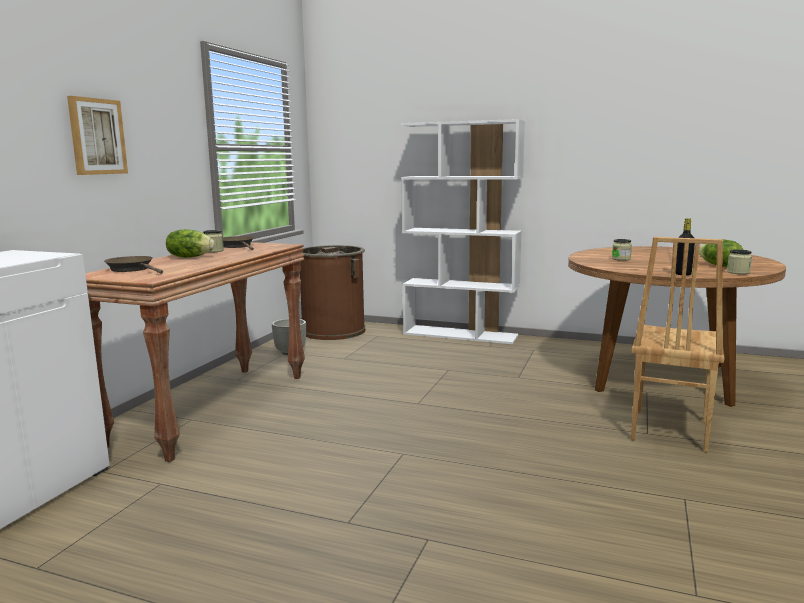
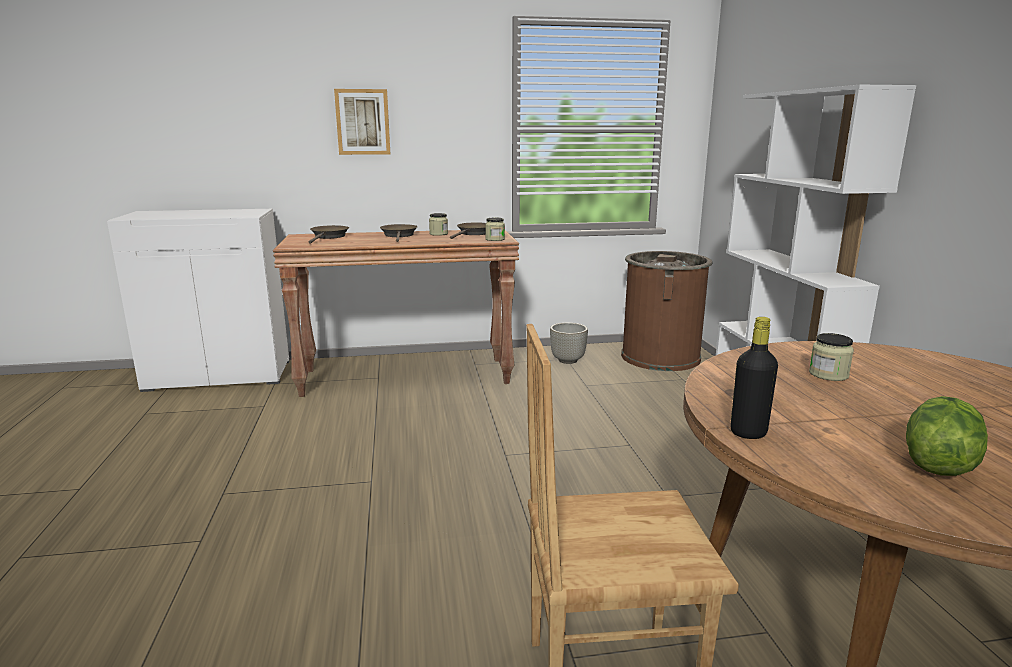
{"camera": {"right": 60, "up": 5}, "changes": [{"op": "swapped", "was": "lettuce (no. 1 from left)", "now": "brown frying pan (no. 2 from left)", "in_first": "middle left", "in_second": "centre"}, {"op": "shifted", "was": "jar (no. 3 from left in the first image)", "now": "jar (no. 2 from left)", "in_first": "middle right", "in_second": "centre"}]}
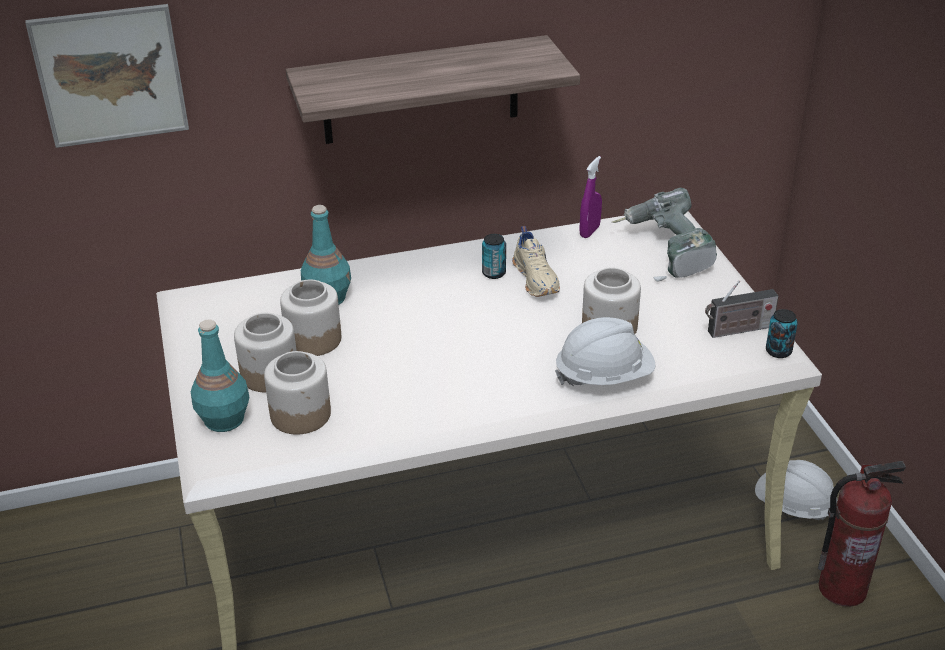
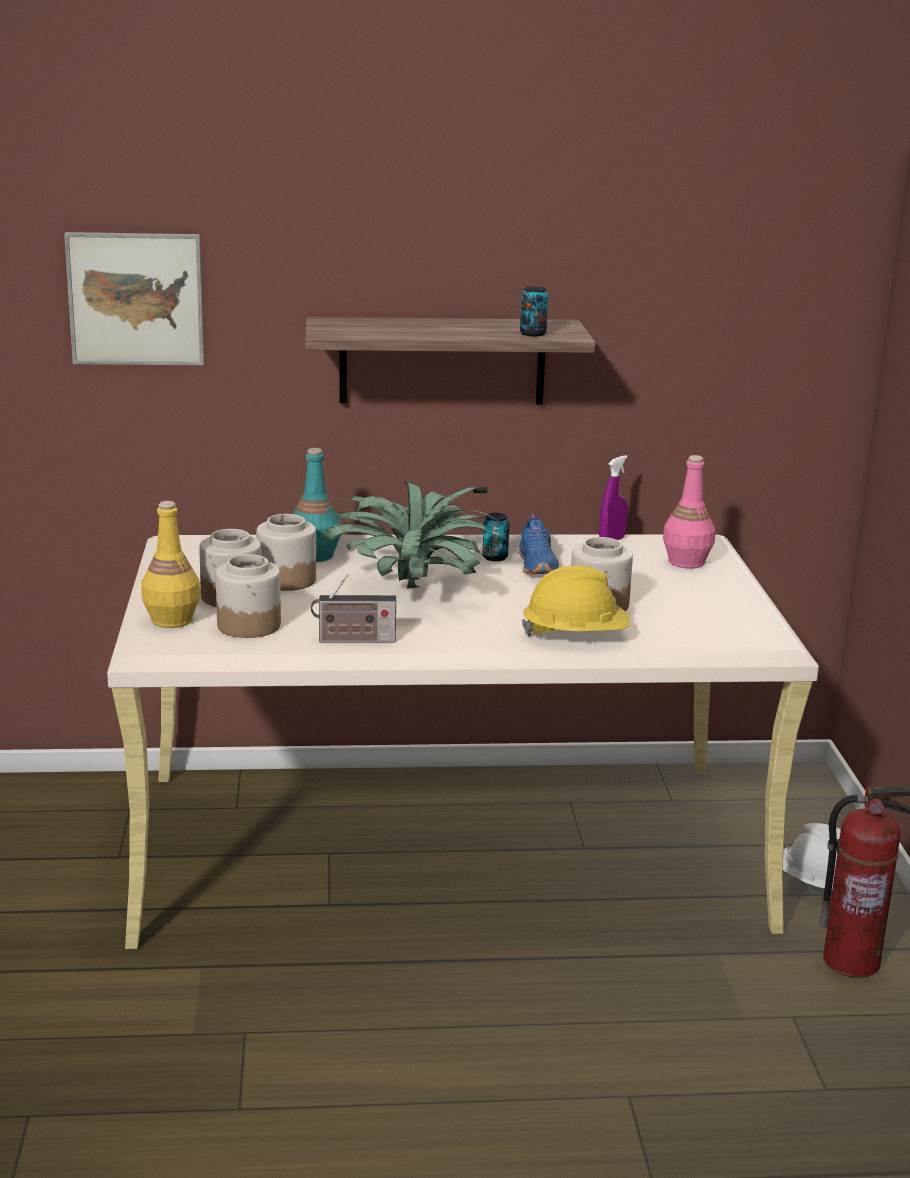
{"camera": {"right": 10, "up": -15}, "changes": [{"op": "repainted", "was": "turquoise bottle (no. 1 from left)", "now": "yellow bottle", "in_first": "middle left", "in_second": "middle left"}, {"op": "shifted", "was": "radio", "in_first": "middle right", "in_second": "centre"}, {"op": "new", "now": "potted plant", "in_second": "centre"}, {"op": "repainted", "was": "beige shoe", "now": "blue shoe", "in_first": "centre", "in_second": "centre"}, {"op": "shifted", "was": "can (no. 2 from left)", "in_first": "middle right", "in_second": "top centre"}, {"op": "repainted", "was": "white hard hat (no. 1 from left)", "now": "yellow hard hat", "in_first": "centre", "in_second": "centre"}, {"op": "swapped", "was": "power drill", "now": "pink bottle", "in_first": "middle right", "in_second": "middle right"}]}
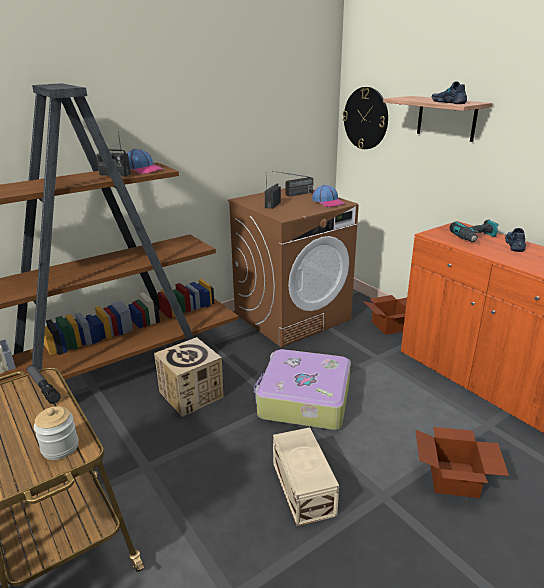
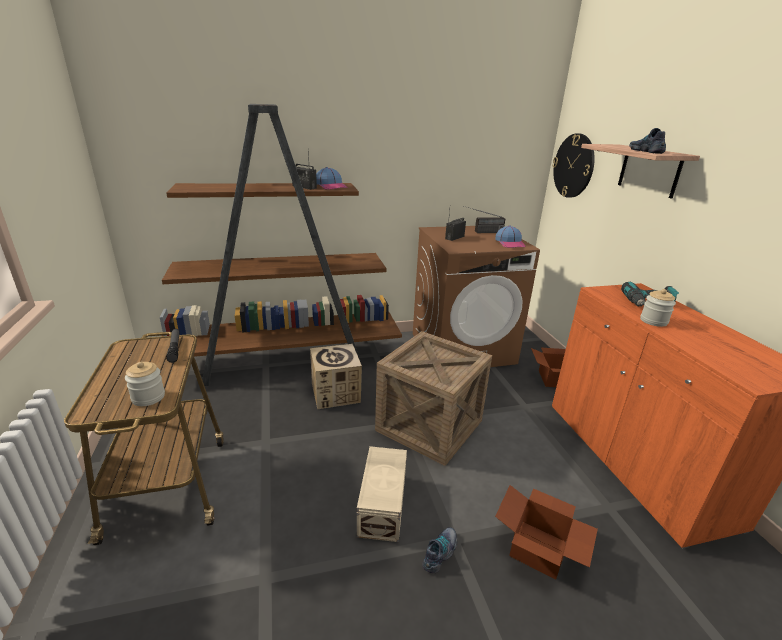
{"camera": {"right": 20, "up": 0}, "changes": [{"op": "swapped", "was": "suitcase", "now": "crate", "in_first": "centre", "in_second": "centre"}, {"op": "shifted", "was": "shoe (no. 2 from left in the first image)", "now": "shoe (no. 1 from left)", "in_first": "middle right", "in_second": "bottom centre"}, {"op": "new", "now": "jar (no. 2 from left)", "in_second": "middle right"}]}
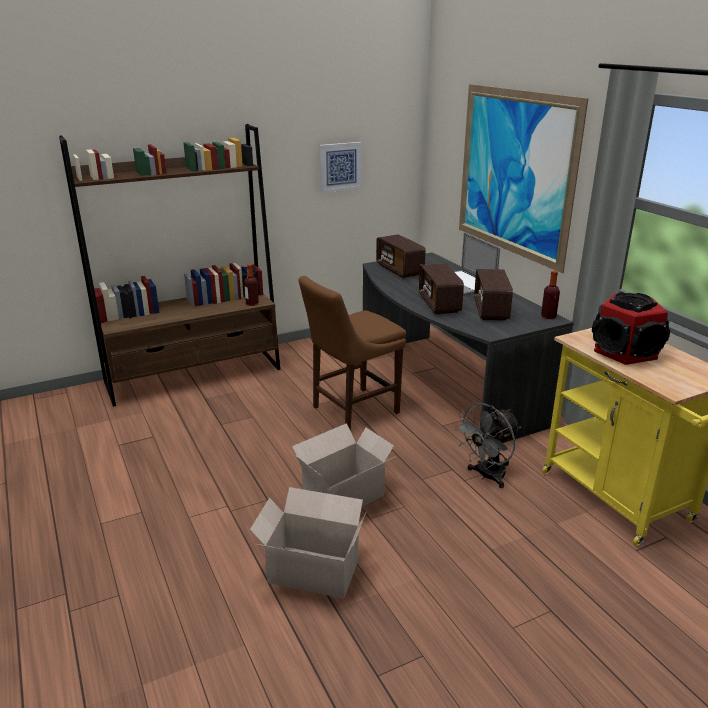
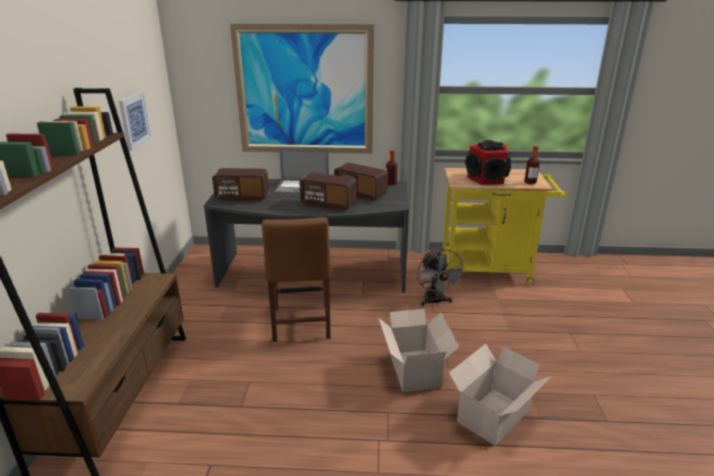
{"camera": {"right": -60, "up": 0}, "changes": [{"op": "shifted", "was": "bottle (no. 1 from left in the first image)", "now": "bottle (no. 2 from left)", "in_first": "centre", "in_second": "middle right"}]}
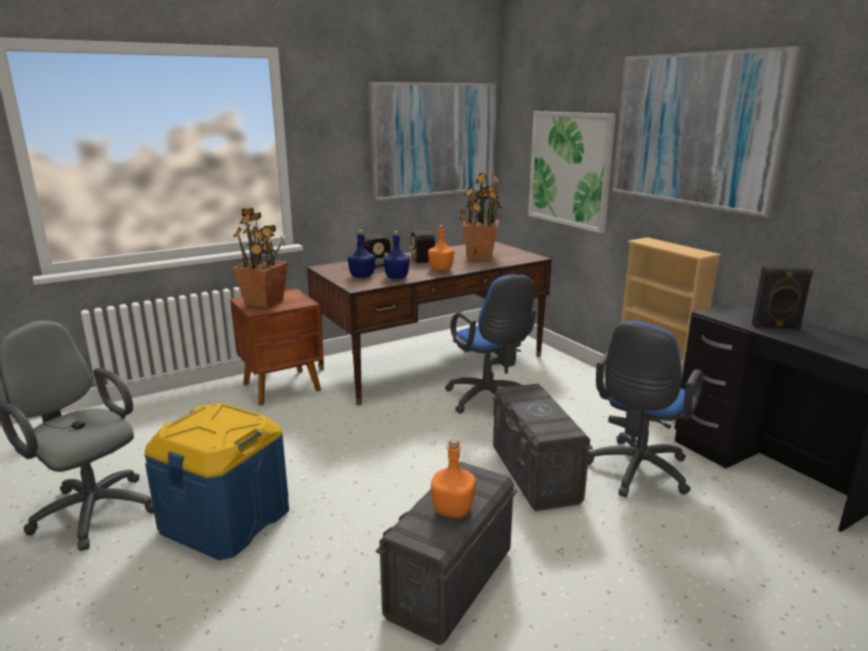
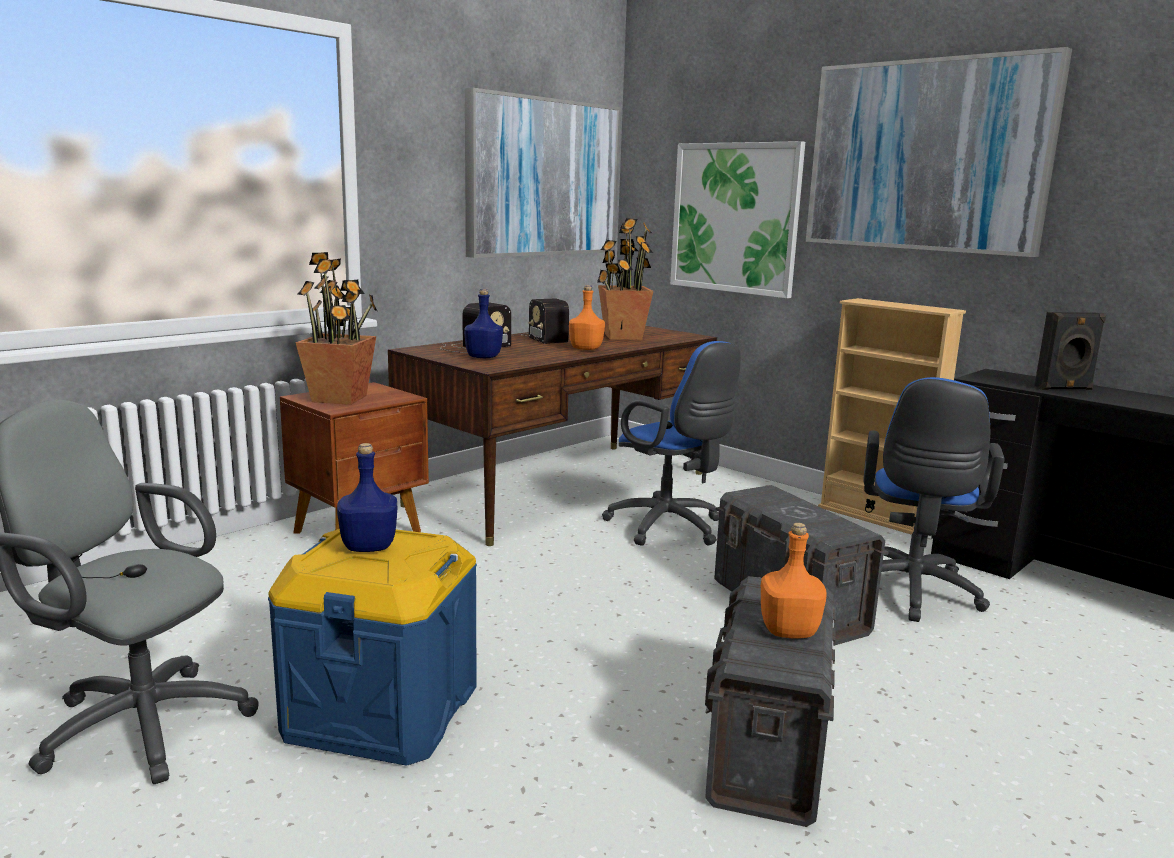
{"camera": {"right": -15, "up": -5}, "changes": [{"op": "shifted", "was": "blue bottle (no. 2 from left in the first image)", "now": "blue bottle (no. 1 from left)", "in_first": "centre", "in_second": "middle left"}]}
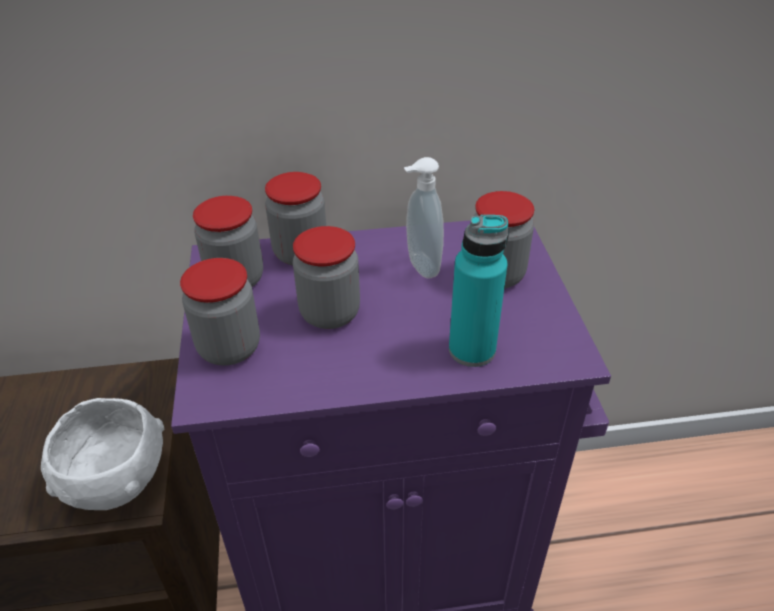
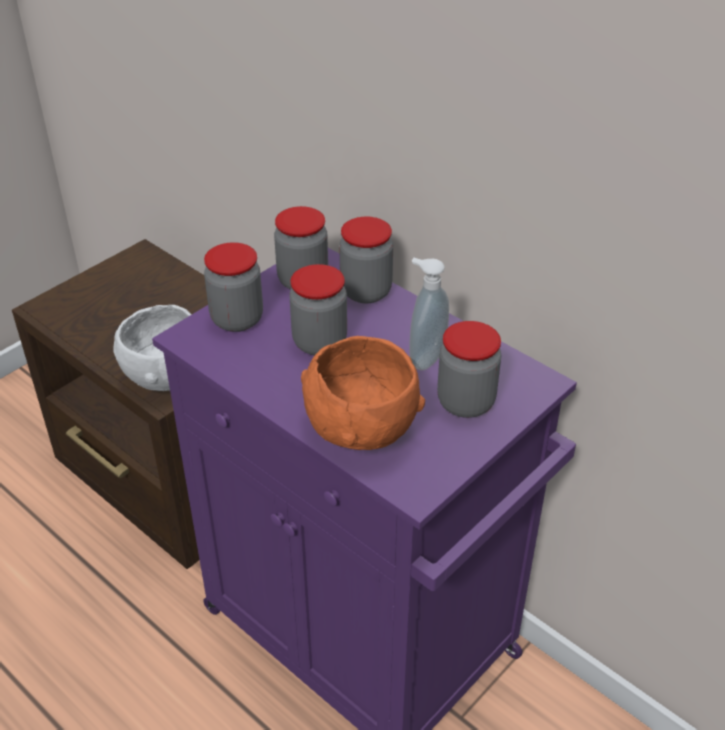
{"camera": {"right": 50, "up": 0}, "changes": [{"op": "swapped", "was": "turquoise bottle", "now": "orange bowl", "in_first": "centre", "in_second": "centre"}]}
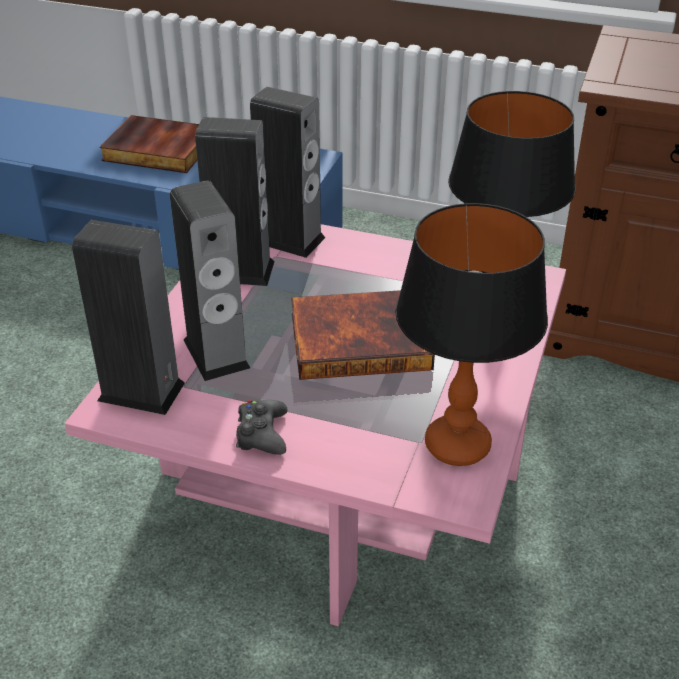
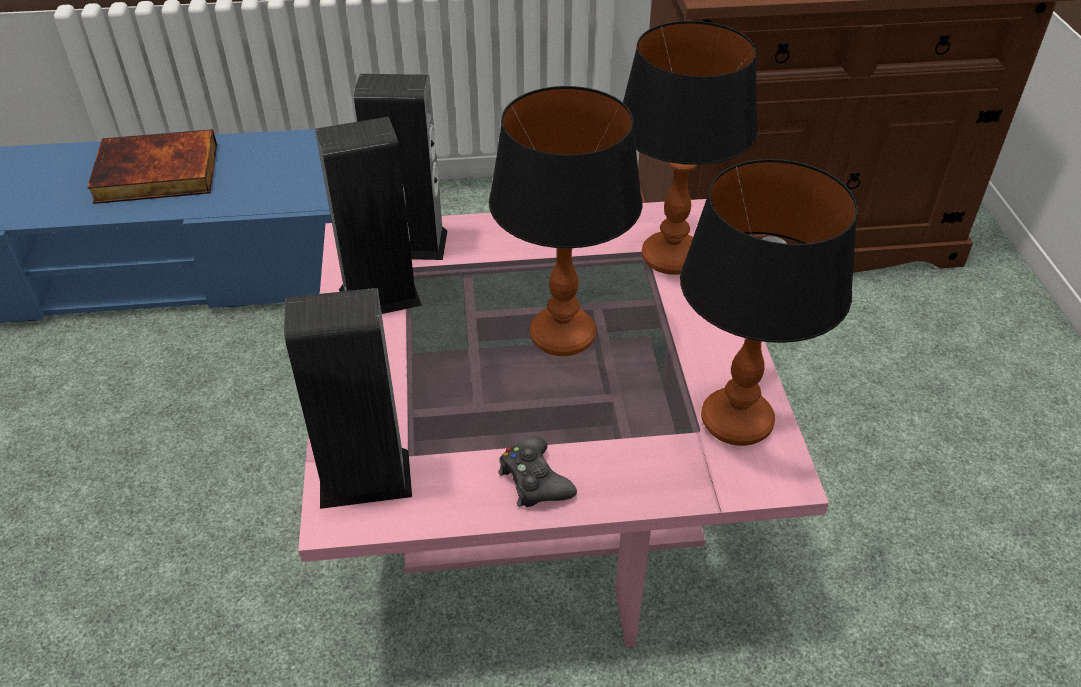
{"camera": {"right": -25, "up": 5}, "changes": [{"op": "swapped", "was": "book (no. 2 from left)", "now": "table lamp (no. 1 from left)", "in_first": "centre", "in_second": "top centre"}, {"op": "gone", "was": "speaker (no. 2 from left)", "in_first": "middle left"}]}
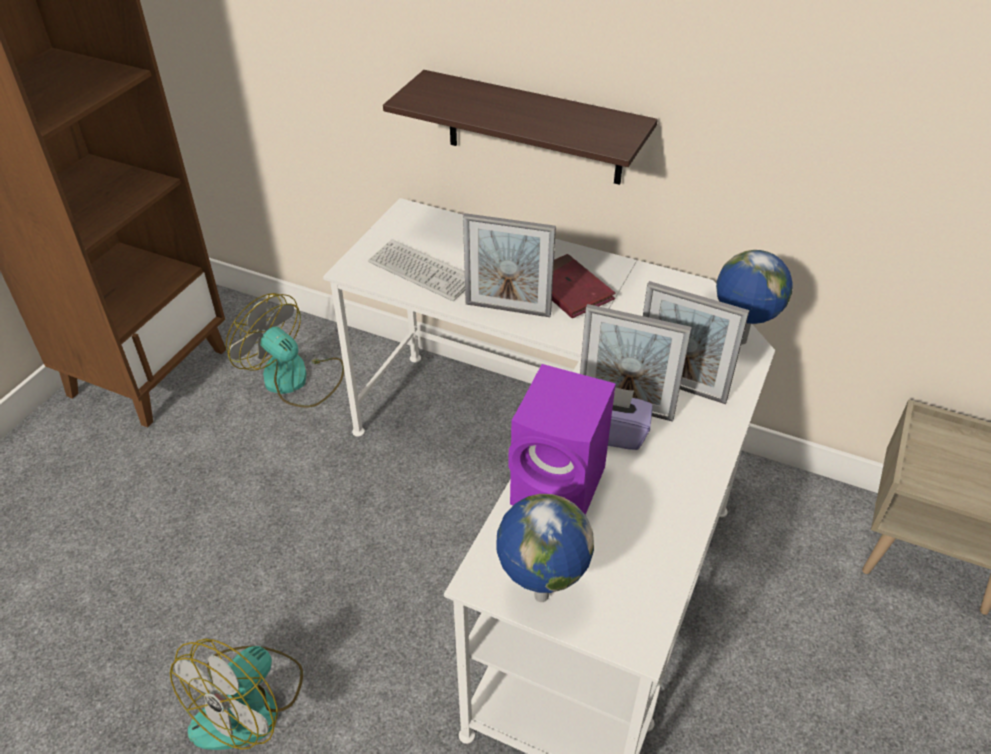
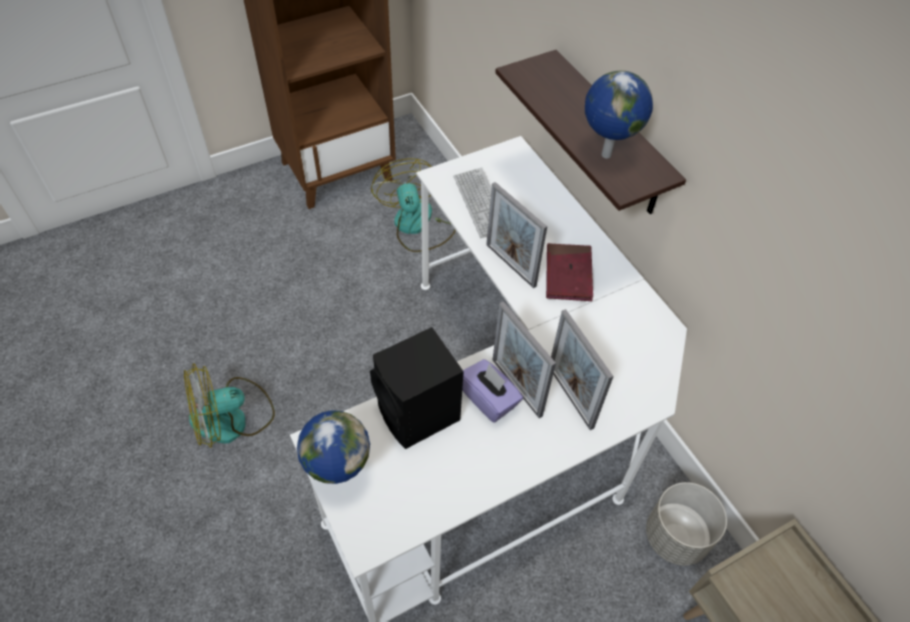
{"camera": {"right": 35, "up": 10}, "changes": [{"op": "repainted", "was": "purple speaker", "now": "black speaker", "in_first": "centre", "in_second": "centre"}, {"op": "shifted", "was": "globe (no. 2 from left)", "in_first": "middle right", "in_second": "top right"}, {"op": "new", "now": "grey planter", "in_second": "bottom right"}]}
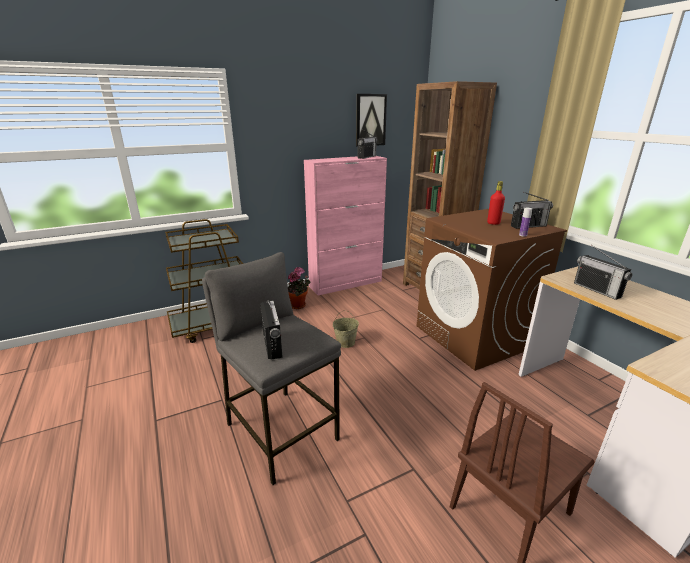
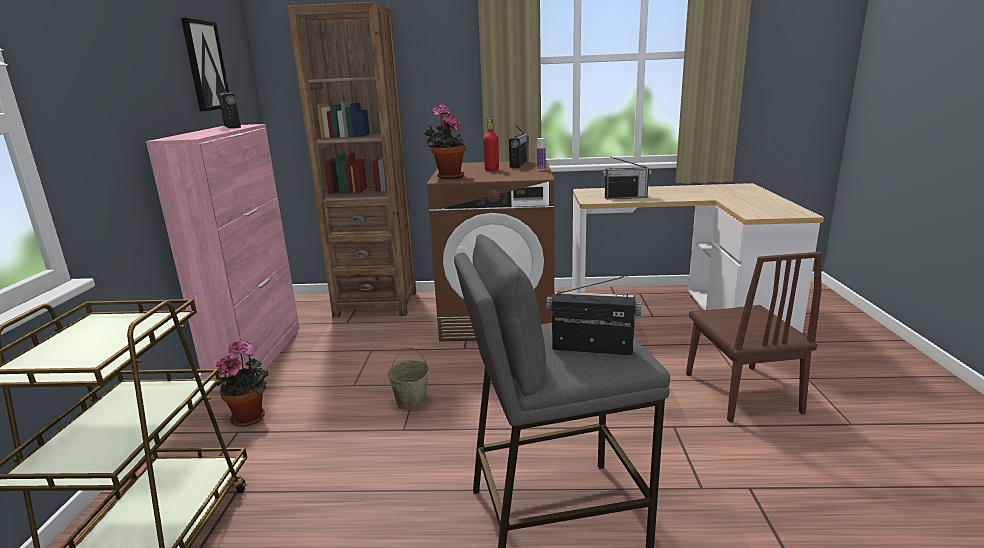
{"camera": {"right": -60, "up": -5}, "changes": [{"op": "new", "now": "potted plant (no. 2 from left)", "in_second": "top centre"}]}
